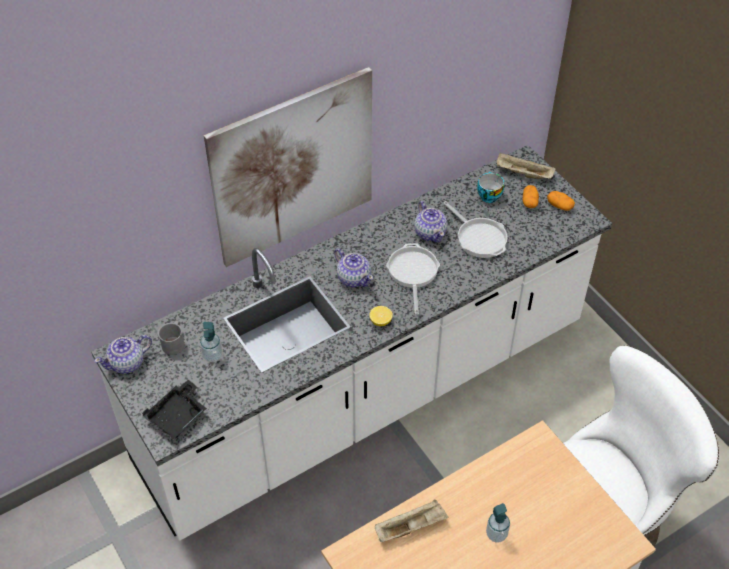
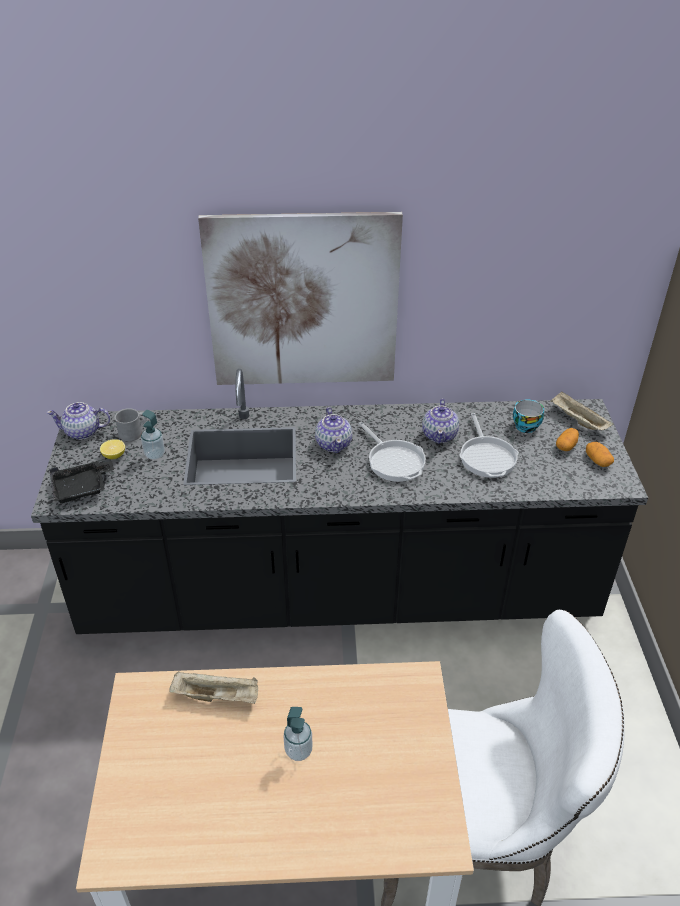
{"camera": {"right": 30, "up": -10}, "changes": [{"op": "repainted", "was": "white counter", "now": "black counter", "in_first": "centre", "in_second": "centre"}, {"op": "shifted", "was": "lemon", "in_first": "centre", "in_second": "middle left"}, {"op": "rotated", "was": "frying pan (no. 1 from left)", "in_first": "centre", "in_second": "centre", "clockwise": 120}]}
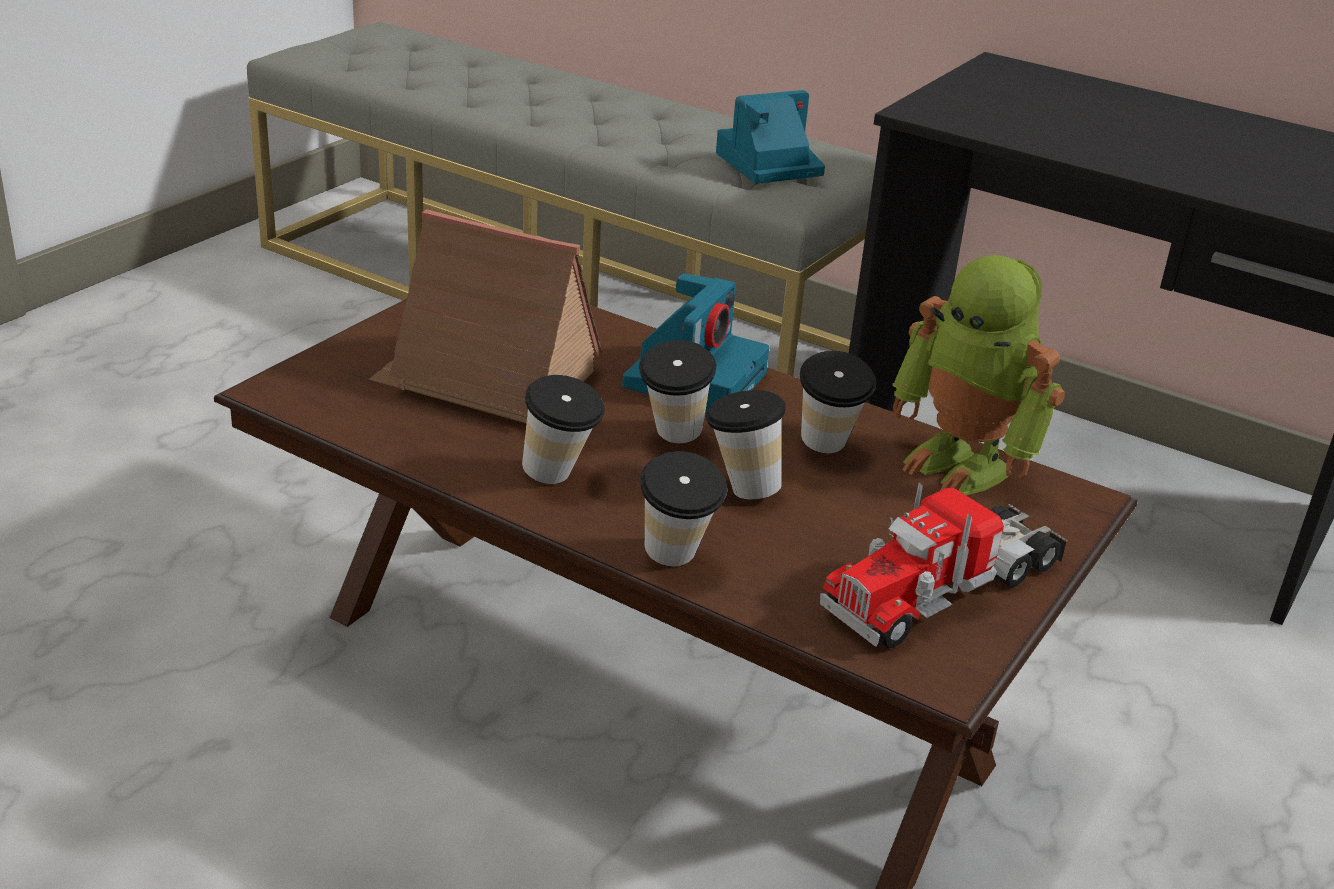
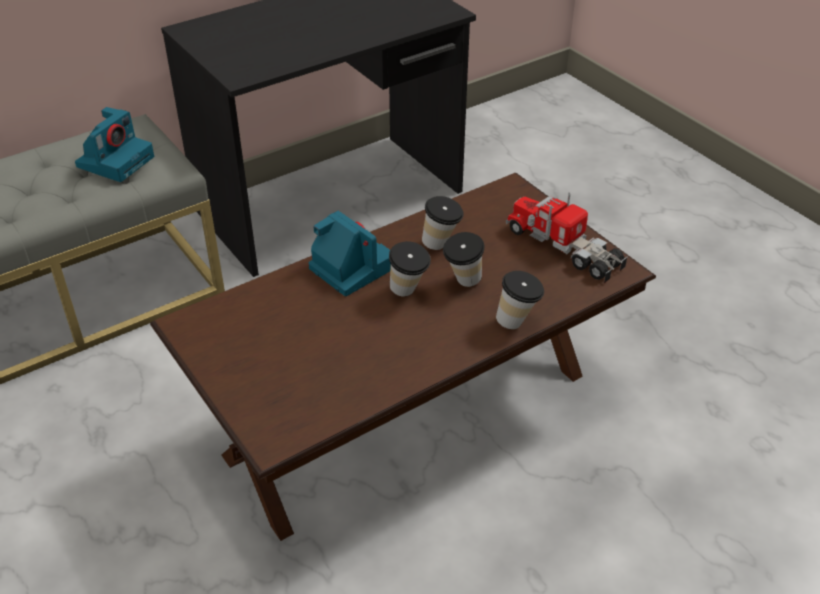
{"camera": {"right": -65, "up": 10}, "changes": [{"op": "rotated", "was": "photo camera (no. 2 from left in the first image)", "in_first": "top centre", "in_second": "top left", "clockwise": -150}, {"op": "rotated", "was": "toy truck", "in_first": "middle right", "in_second": "middle right", "clockwise": 150}, {"op": "gone", "was": "toy house", "in_first": "centre"}, {"op": "gone", "was": "cup (no. 1 from left)", "in_first": "centre"}, {"op": "gone", "was": "toy robot", "in_first": "middle right"}]}
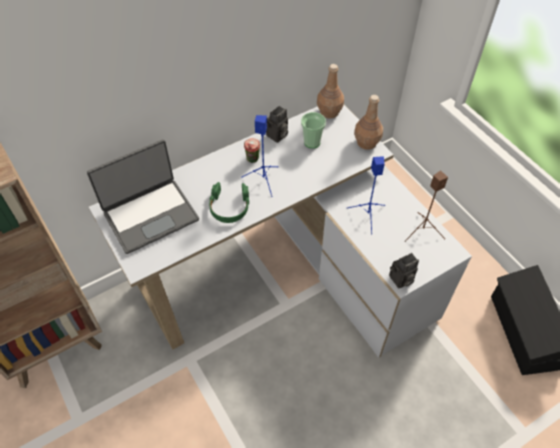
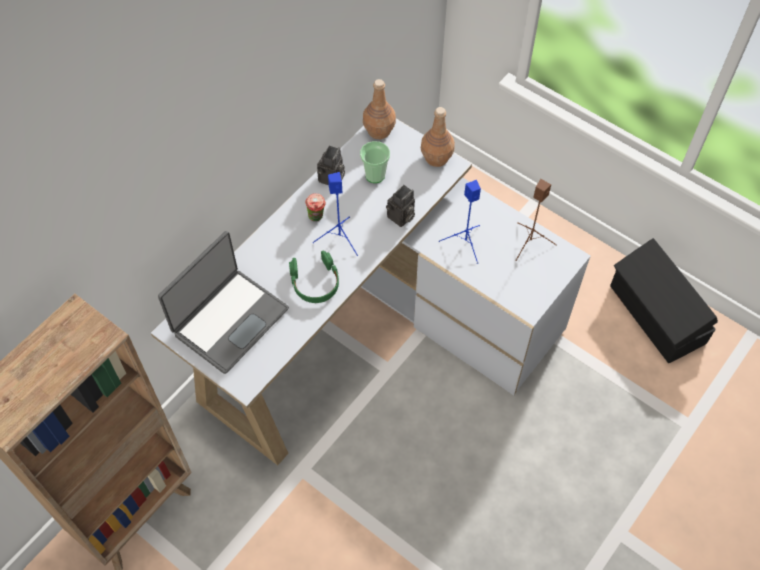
{"camera": {"right": -20, "up": 5}, "changes": [{"op": "shifted", "was": "photo camera (no. 2 from left)", "in_first": "middle right", "in_second": "centre"}]}
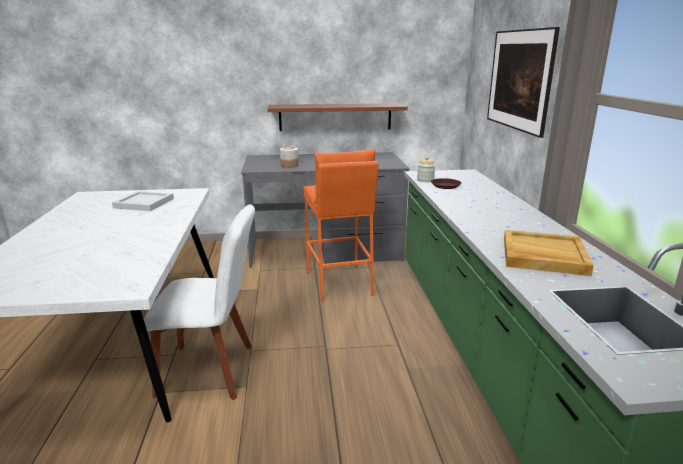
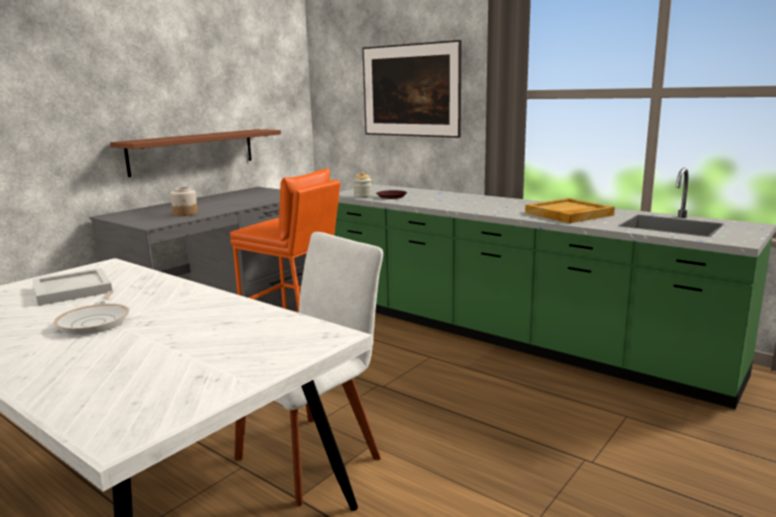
{"camera": {"right": -45, "up": -5}, "changes": [{"op": "new", "now": "frying pan", "in_second": "middle left"}]}
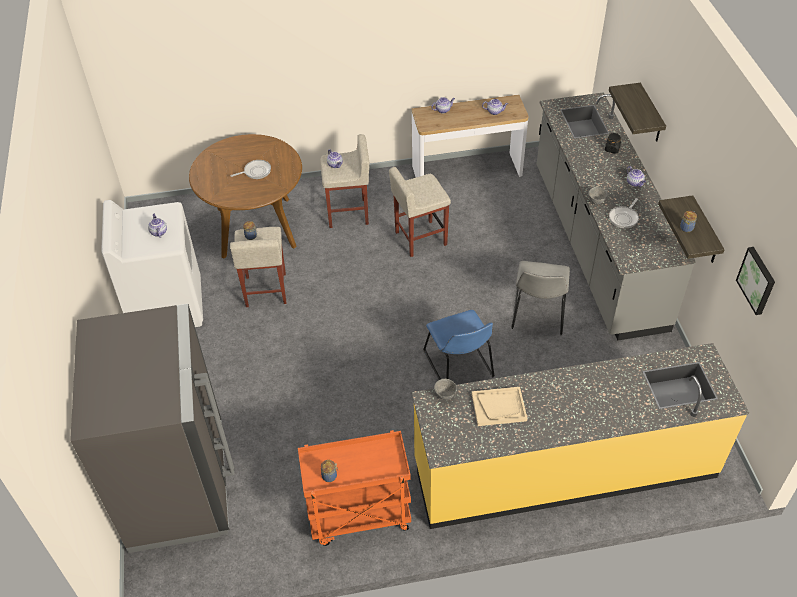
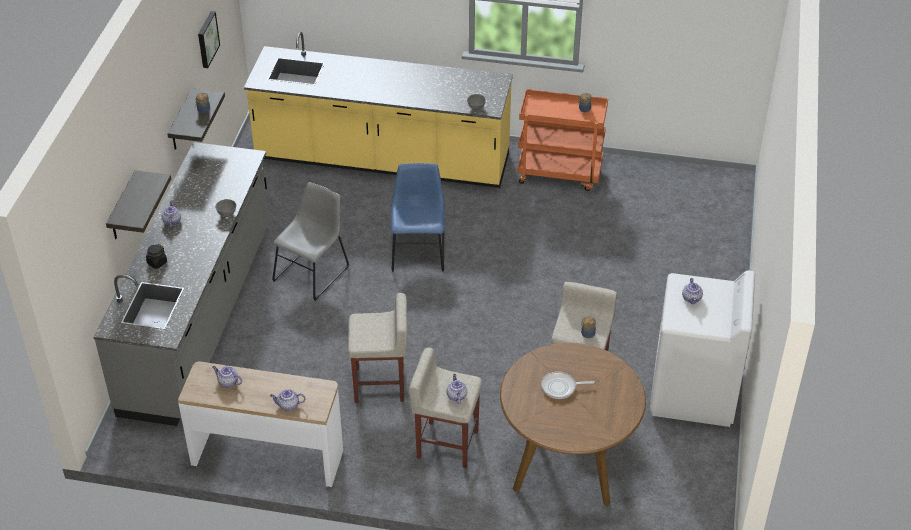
{"camera": {"right": -160, "up": -5}, "changes": [{"op": "gone", "was": "grey fridge", "in_first": "bottom left"}, {"op": "gone", "was": "beige tray", "in_first": "bottom centre"}, {"op": "gone", "was": "frying pan (no. 2 from left)", "in_first": "middle right"}]}
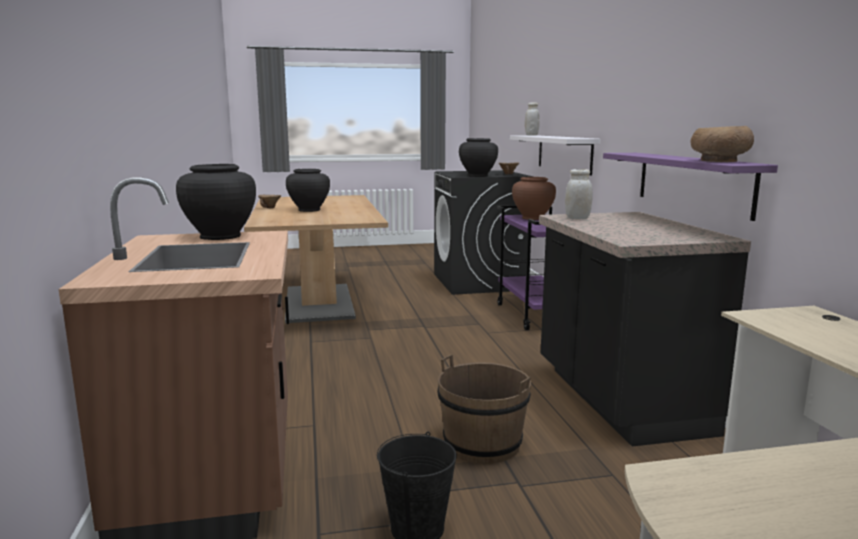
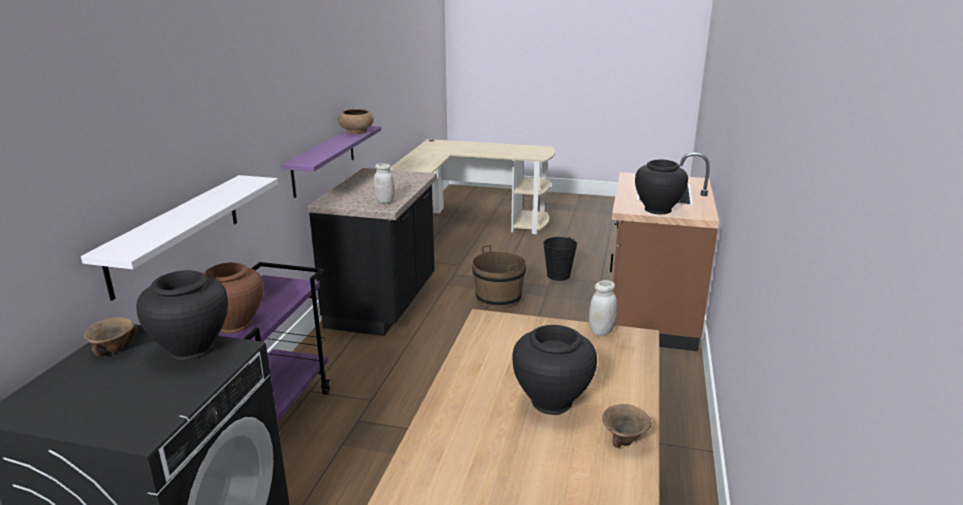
{"camera": {"right": -155, "up": 10}, "changes": [{"op": "shifted", "was": "white jar (no. 1 from left in the first image)", "now": "white jar (no. 2 from left)", "in_first": "top centre", "in_second": "centre"}]}
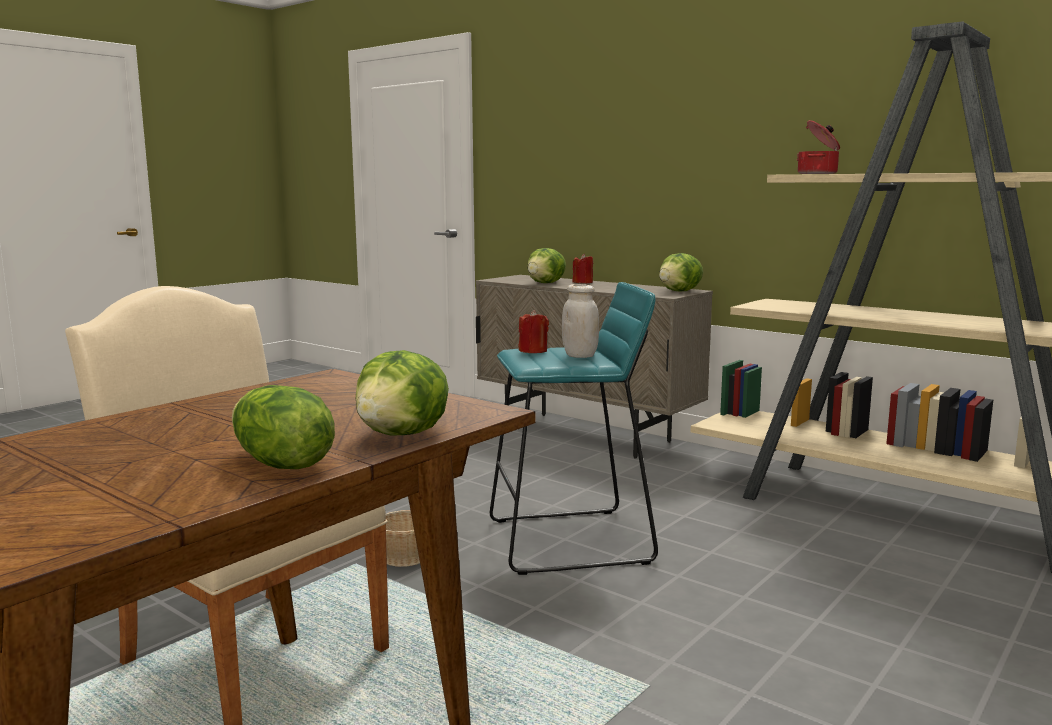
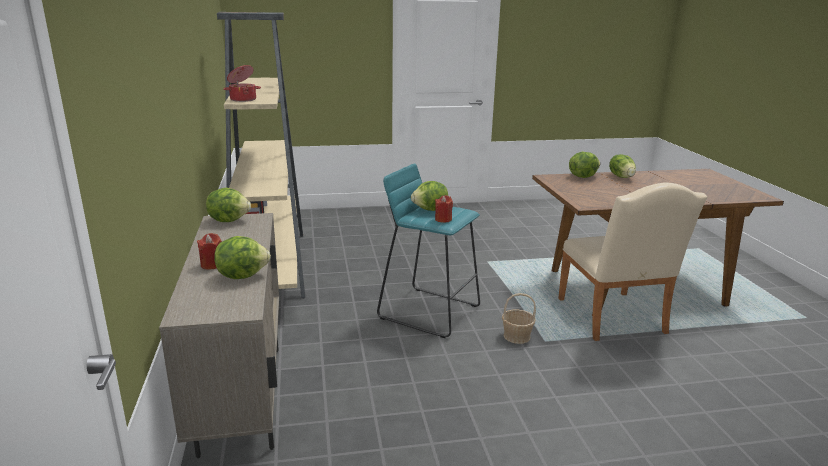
{"camera": {"right": -140, "up": 10}, "changes": [{"op": "swapped", "was": "white jar", "now": "lettuce (no. 3 from left)", "in_first": "centre", "in_second": "centre"}]}
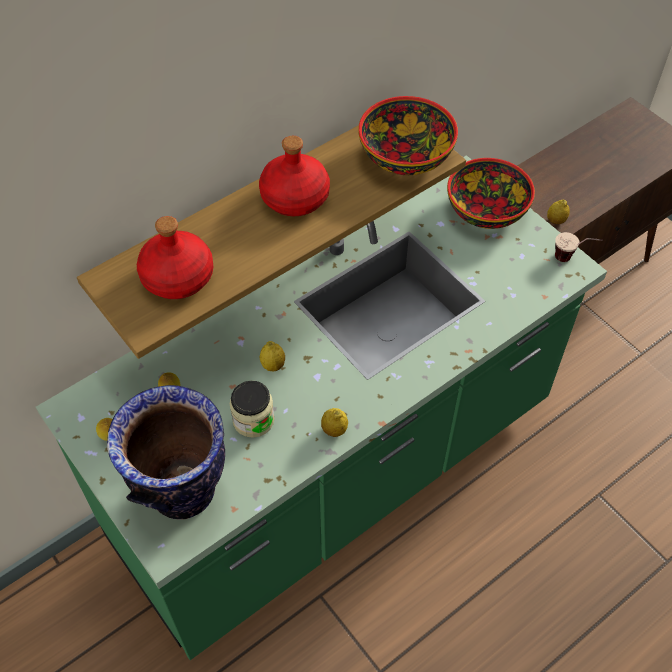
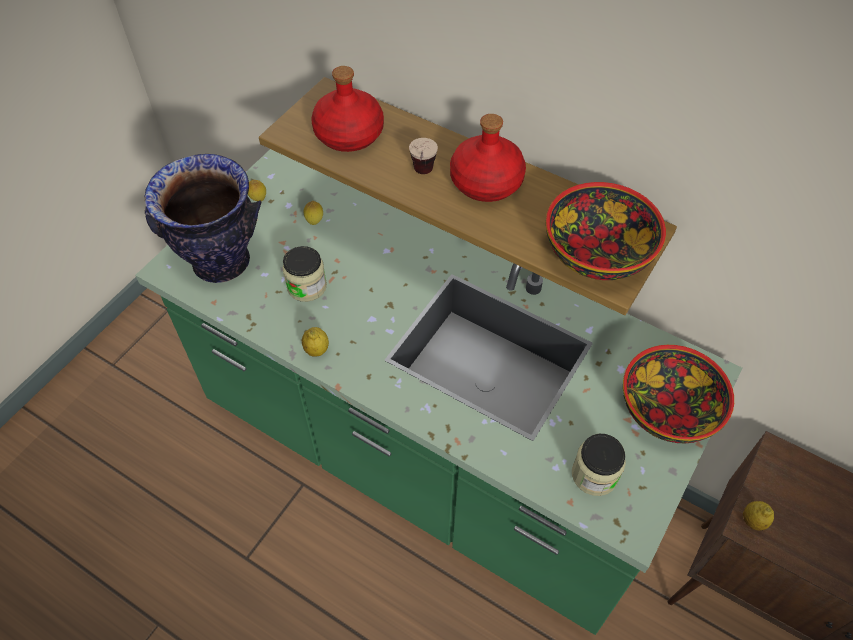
{"camera": {"right": 70, "up": 0}, "changes": [{"op": "shifted", "was": "cup", "in_first": "middle right", "in_second": "top centre"}, {"op": "new", "now": "jar (no. 2 from left)", "in_second": "bottom right"}, {"op": "gone", "was": "lemon (no. 3 from left)", "in_first": "centre"}]}
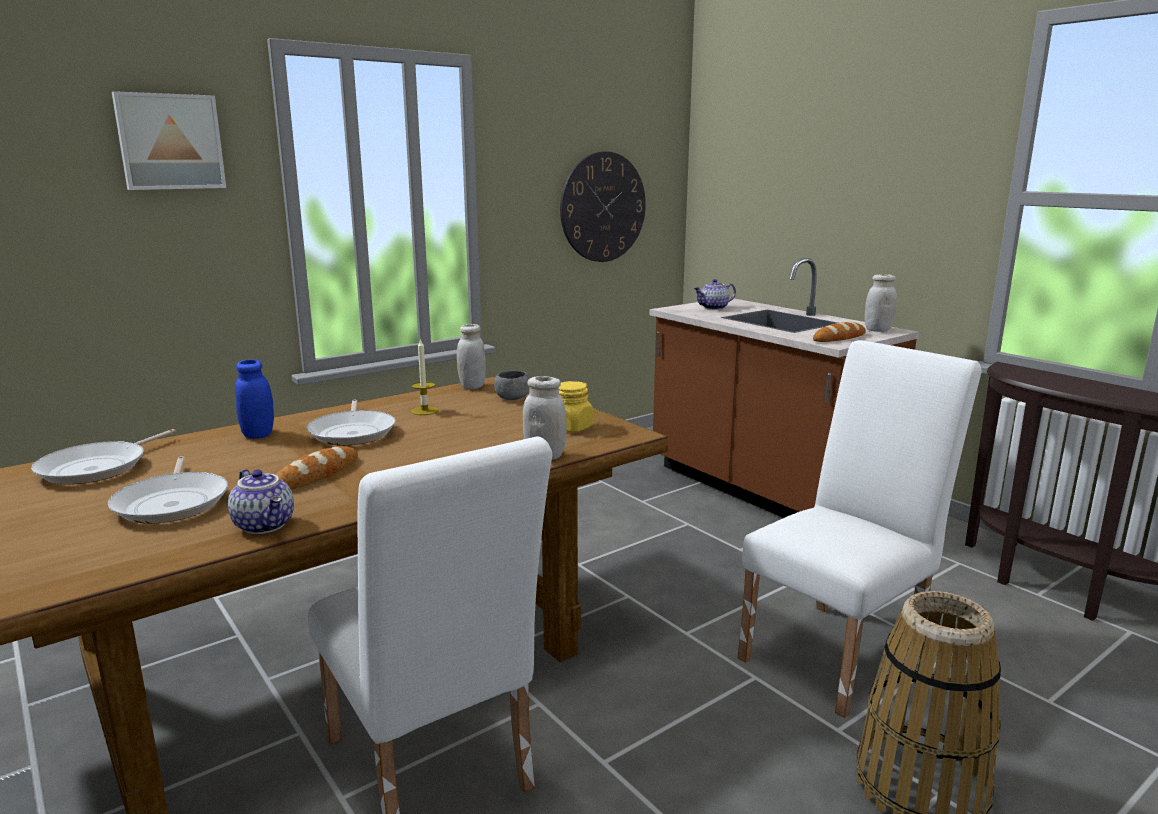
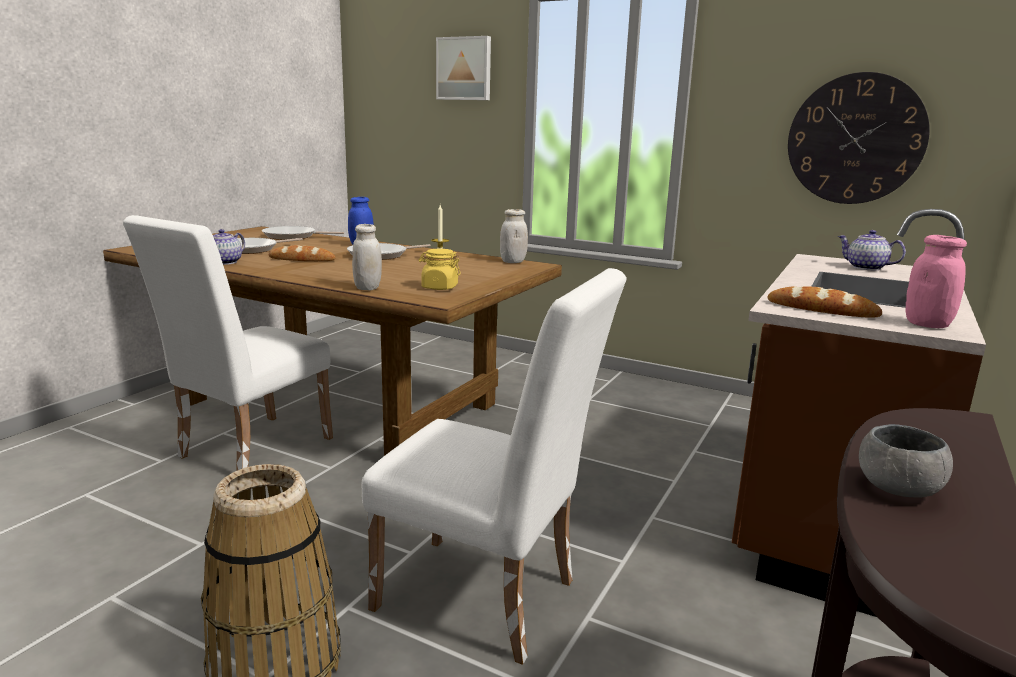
{"camera": {"right": 65, "up": 0}, "changes": [{"op": "shifted", "was": "grey bowl", "in_first": "centre", "in_second": "bottom right"}, {"op": "repainted", "was": "white jar (no. 3 from left)", "now": "pink jar", "in_first": "middle right", "in_second": "middle right"}]}
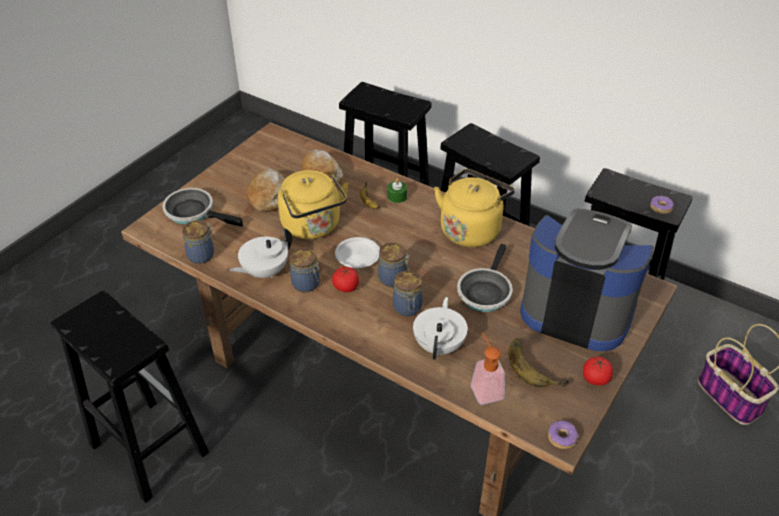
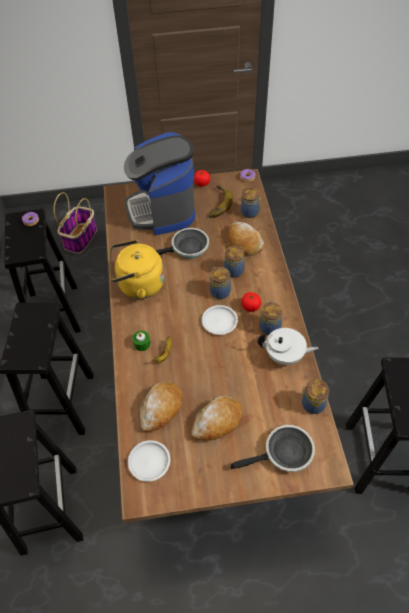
{"camera": {"right": -130, "up": 10}, "changes": [{"op": "new", "now": "white plate (no. 1 from left)", "in_second": "bottom centre"}, {"op": "swapped", "was": "white teapot (no. 2 from left)", "now": "bread (no. 3 from left)", "in_first": "centre", "in_second": "centre"}, {"op": "rotated", "was": "frying pan (no. 1 from left in the first image)", "in_first": "middle left", "in_second": "bottom right", "clockwise": -90}, {"op": "swapped", "was": "soap dispenser", "now": "jar (no. 3 from left)", "in_first": "bottom centre", "in_second": "top centre"}, {"op": "gone", "was": "yellow kettle (no. 1 from left)", "in_first": "centre"}]}
